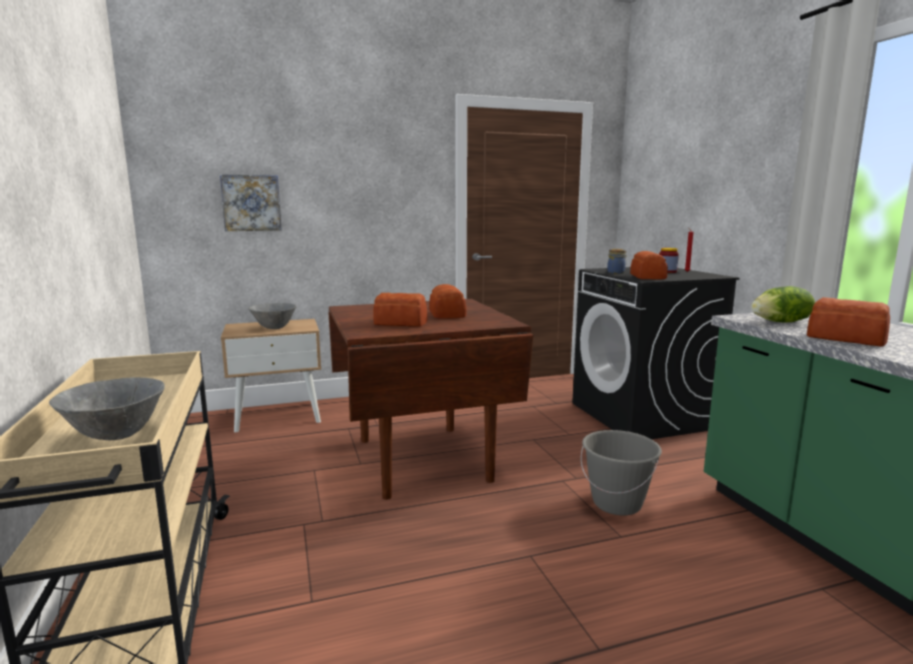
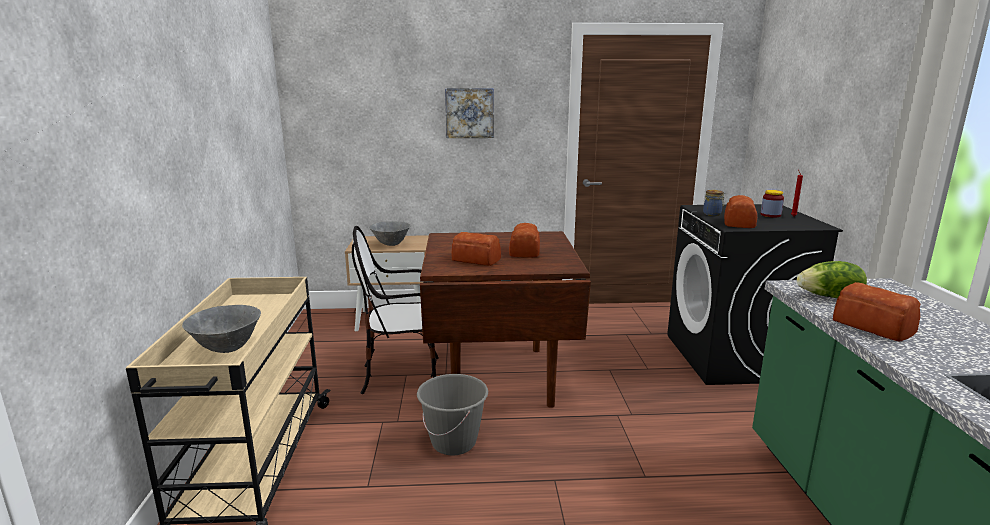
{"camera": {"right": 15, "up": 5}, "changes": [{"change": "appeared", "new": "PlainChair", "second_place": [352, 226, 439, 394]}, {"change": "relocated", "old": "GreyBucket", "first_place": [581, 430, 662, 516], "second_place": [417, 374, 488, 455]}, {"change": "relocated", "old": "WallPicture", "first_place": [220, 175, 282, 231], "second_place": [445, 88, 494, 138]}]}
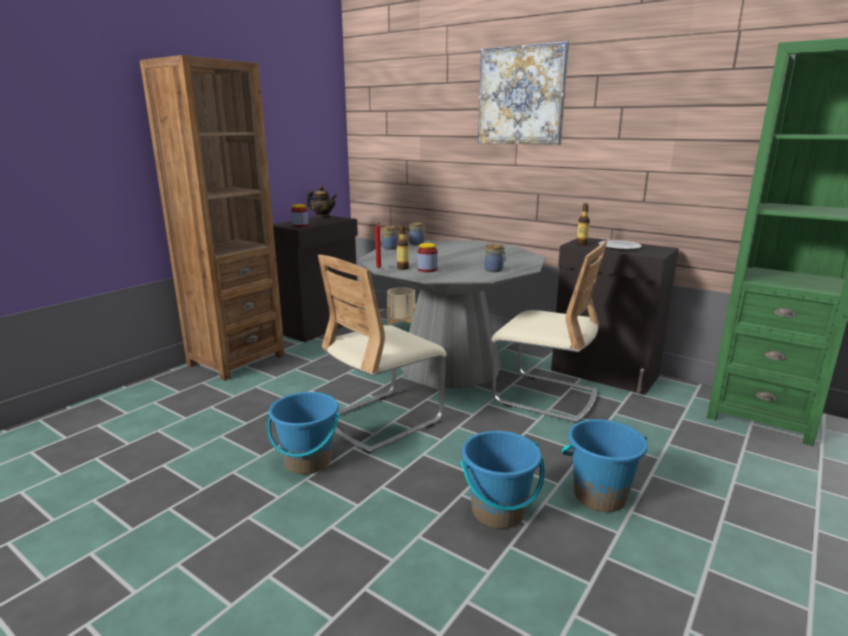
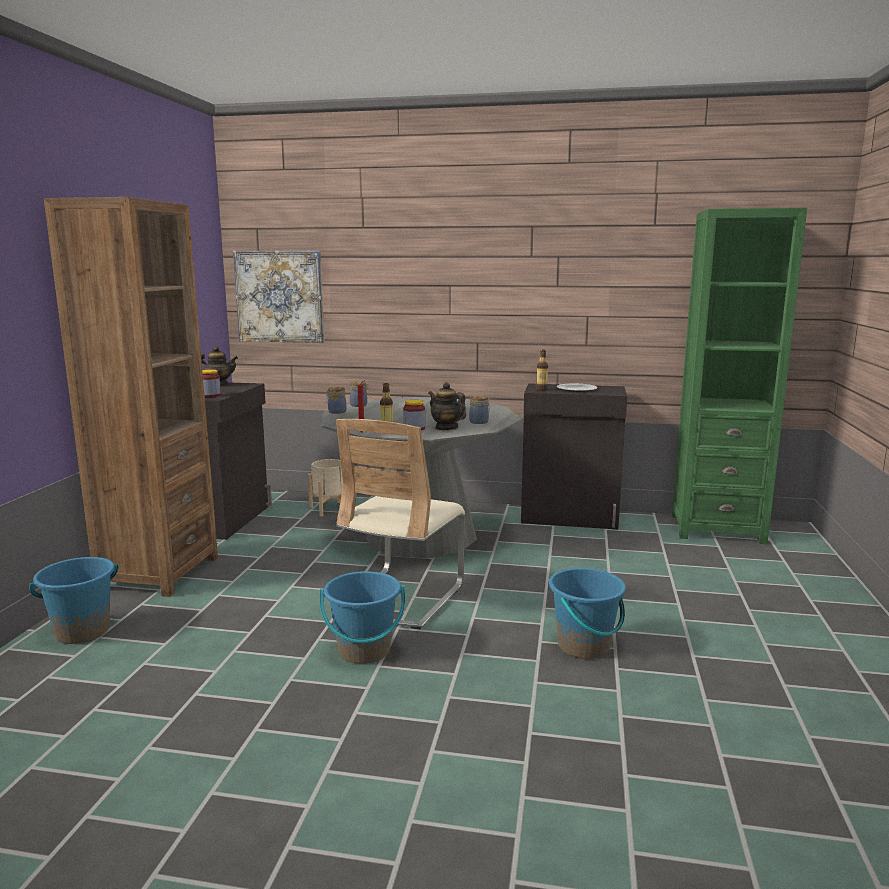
{"camera": {"right": -25, "up": -5}, "changes": [{"change": "relocated", "old": "BlueColouredBucket", "first_place": [562, 419, 648, 512], "second_place": [29, 557, 119, 644]}, {"change": "relocated", "old": "WallPicture", "first_place": [478, 41, 569, 145], "second_place": [233, 251, 324, 343]}, {"change": "appeared", "new": "Teapot", "second_place": [428, 382, 466, 430]}, {"change": "missing", "old": "BeigePlainChair", "first_place": [491, 241, 607, 423]}]}
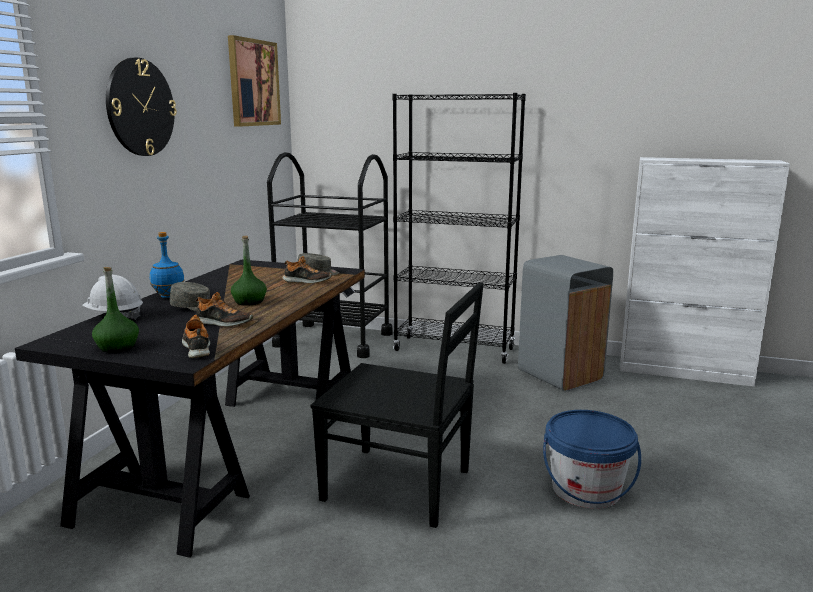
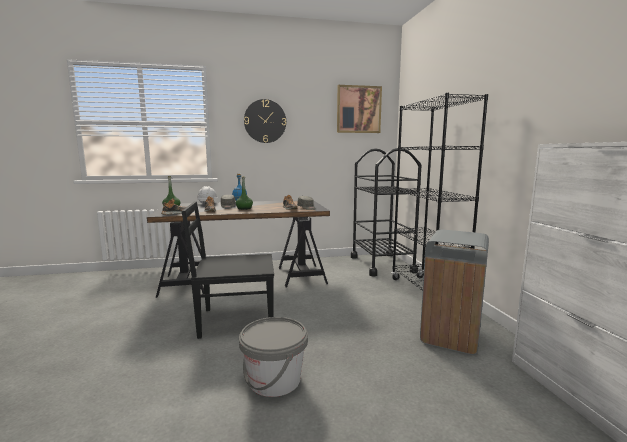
{"camera": {"right": 60, "up": -5}, "changes": [{"change": "spun", "old": "BlackColouredPlainChair", "first_place": [310, 282, 484, 528], "second_place": [181, 201, 274, 339], "degrees": 90}, {"change": "colour", "old": "BlueColouredBucket", "new": "GreyBucket", "first_place": [543, 410, 641, 509], "second_place": [239, 317, 308, 397]}]}
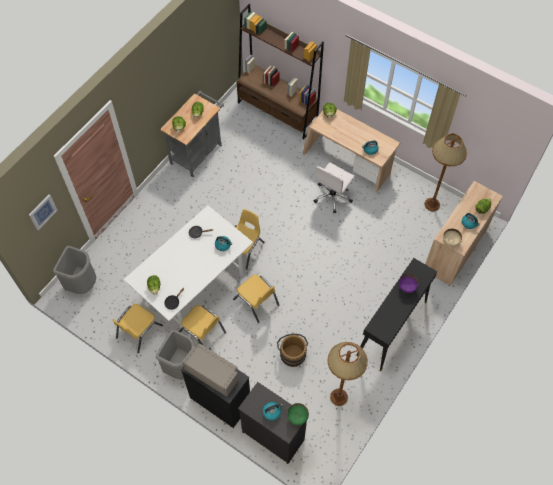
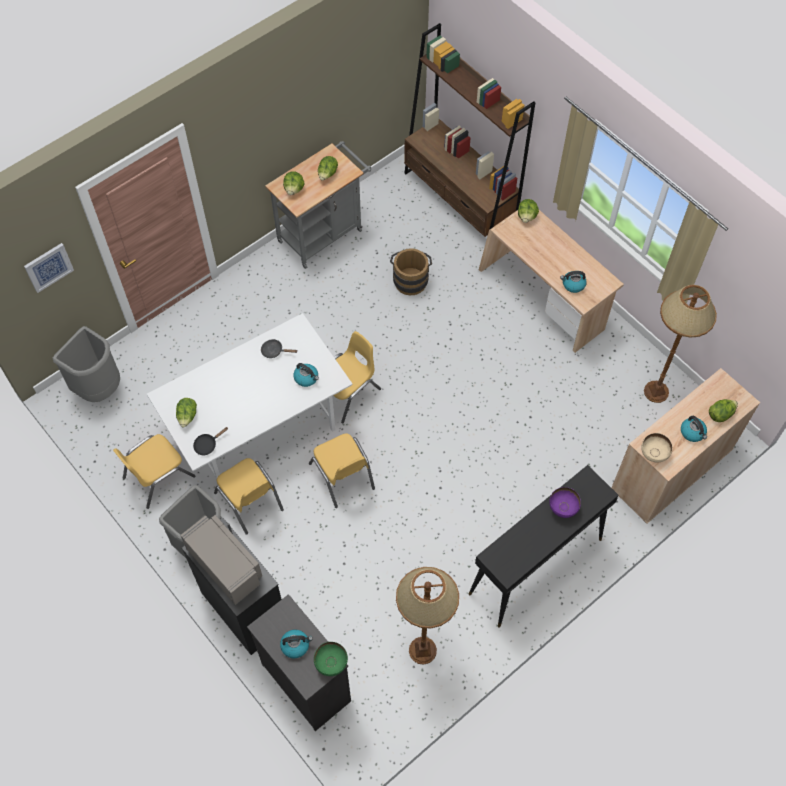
{"camera": {"right": 15, "up": 0}, "changes": [{"change": "relocated", "old": "BrownishBucket", "first_place": [277, 334, 308, 367], "second_place": [390, 248, 432, 295]}, {"change": "missing", "old": "WhiteComputerChair", "first_place": [314, 162, 355, 213]}]}
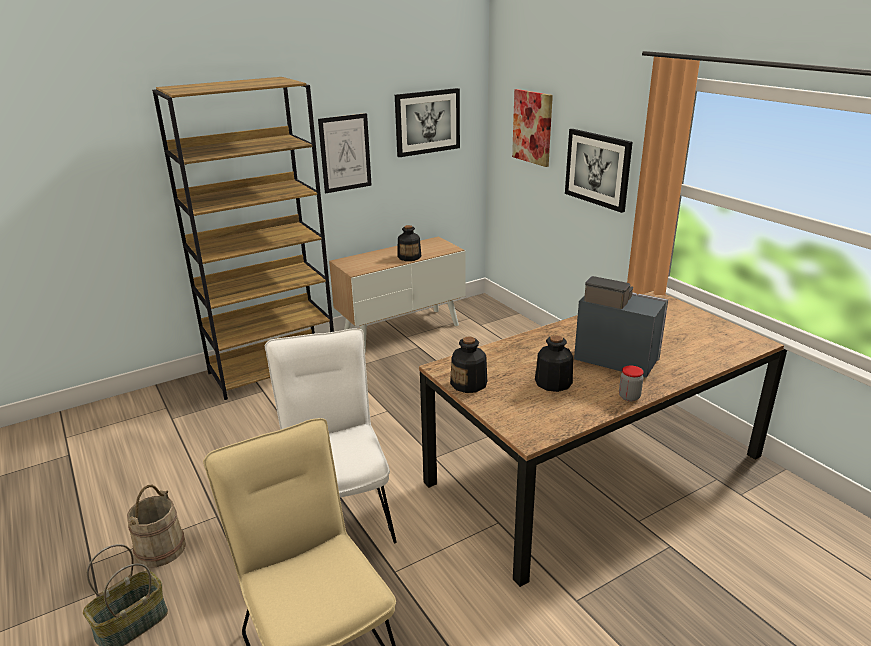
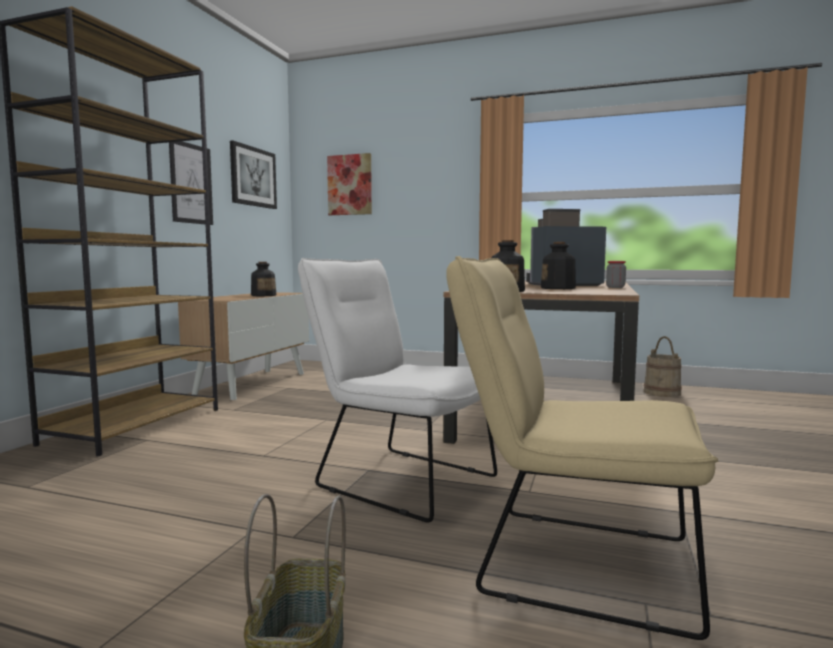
{"camera": {"right": -40, "up": -20}, "changes": [{"change": "relocated", "old": "BeigeBucket", "first_place": [127, 485, 186, 567], "second_place": [644, 336, 682, 397]}, {"change": "missing", "old": "WallPicture", "first_place": [565, 129, 633, 213]}]}
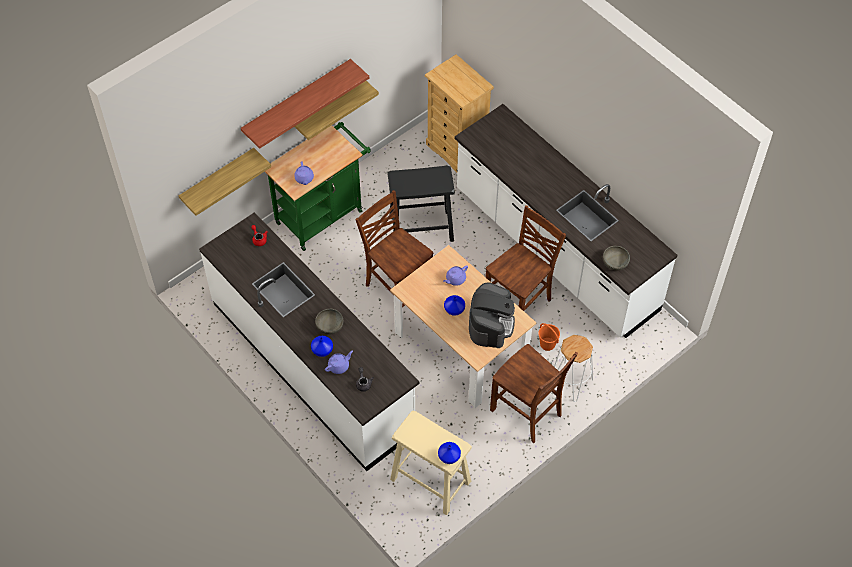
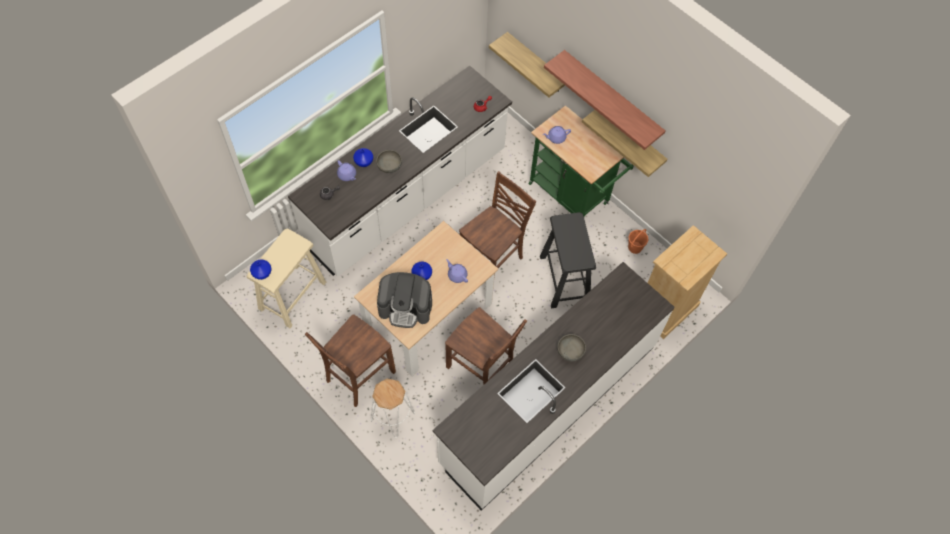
{"camera": {"right": 85, "up": 5}, "changes": [{"change": "relocated", "old": "GreyBowl", "first_place": [603, 246, 630, 270], "second_place": [557, 334, 586, 361]}, {"change": "relocated", "old": "OrangeyBucket", "first_place": [538, 323, 560, 351], "second_place": [628, 229, 648, 254]}]}
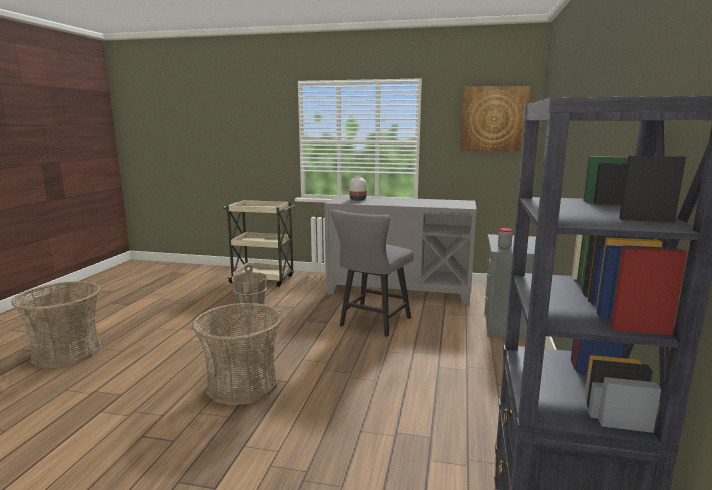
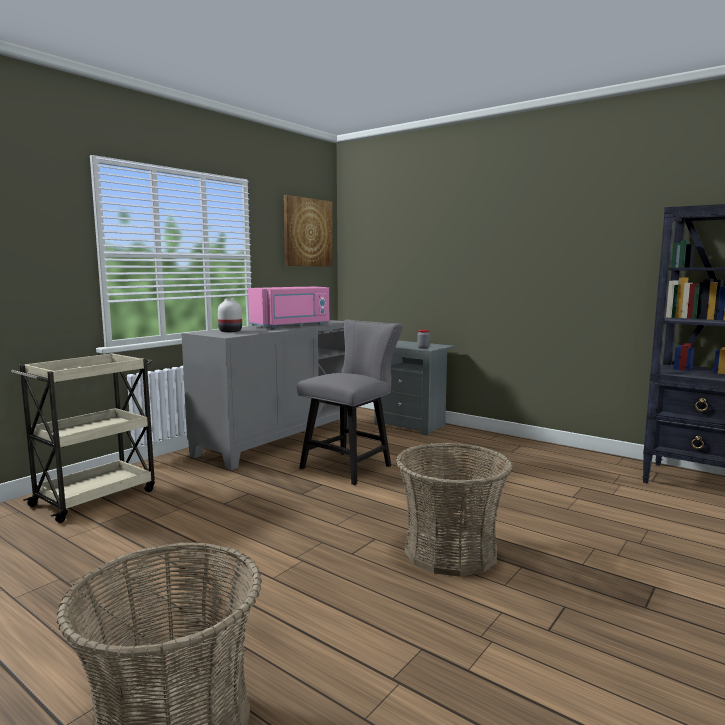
{"camera": {"right": -65, "up": -5}, "changes": [{"change": "appeared", "new": "PinkColouredMicrowaveOven", "second_place": [248, 286, 330, 328]}, {"change": "spun", "old": "GreyPlainChair", "first_place": [330, 210, 414, 337], "second_place": [297, 320, 403, 485], "degrees": -105}, {"change": "missing", "old": "BrownishBucket", "first_place": [232, 265, 267, 316]}]}
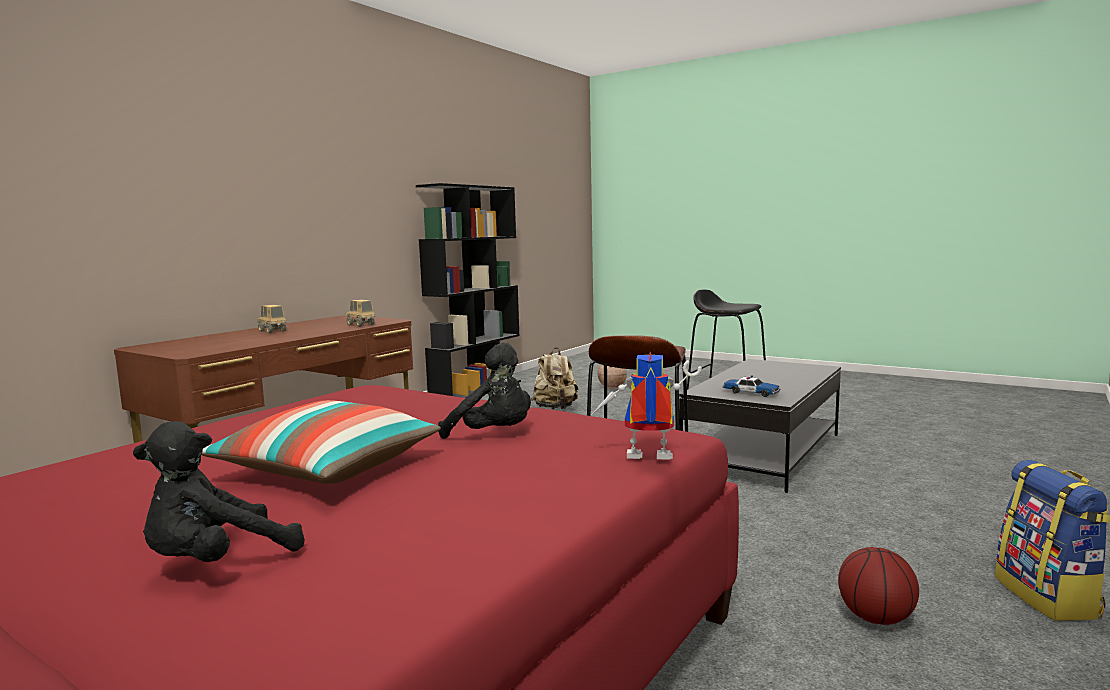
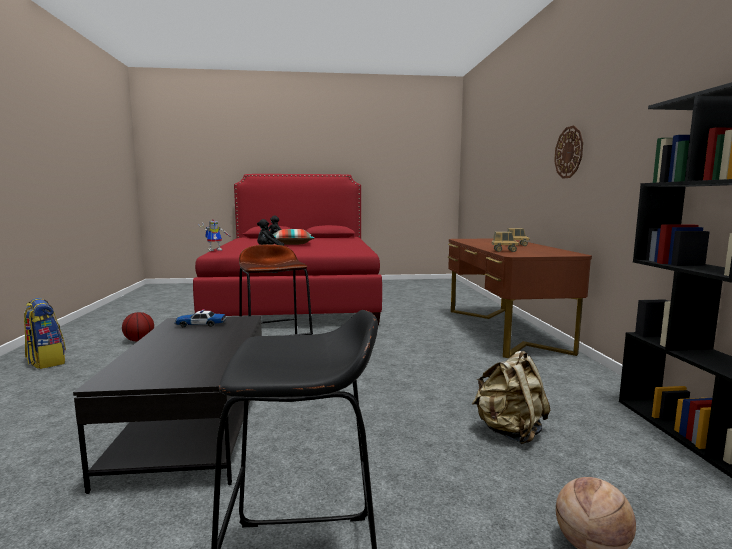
{"camera": {"right": 140, "up": 0}, "changes": [{"change": "appeared", "new": "ClockOnTheWall", "second_place": [554, 125, 583, 179]}]}
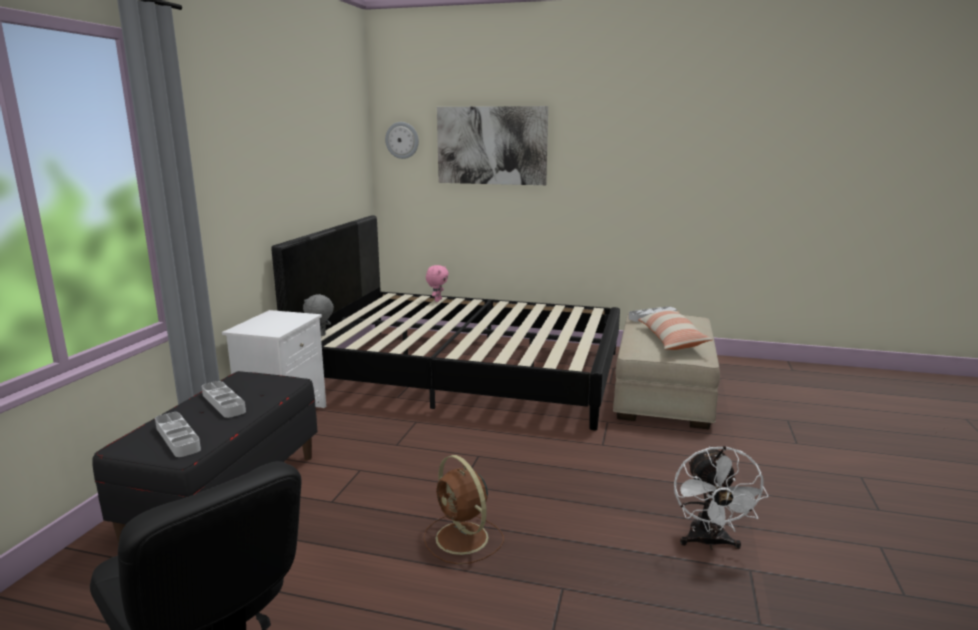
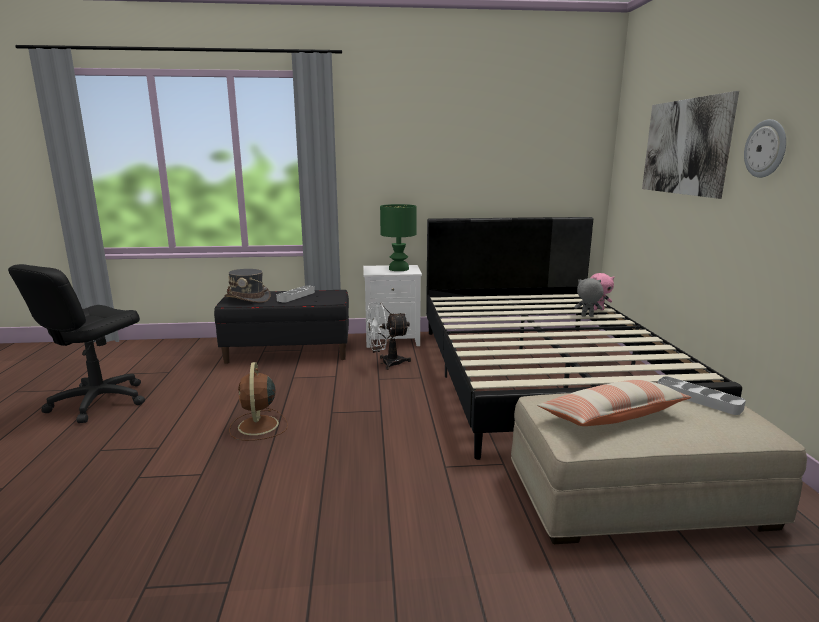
{"camera": {"right": 70, "up": 0}, "changes": [{"change": "exchanged", "old": "GreyServingTray", "new": "GreyClothingHat", "first_place": [155, 412, 201, 457], "second_place": [224, 269, 271, 303]}, {"change": "spun", "old": "BrownishFan", "first_place": [423, 455, 504, 564], "second_place": [229, 362, 288, 441], "degrees": -45}, {"change": "relocated", "old": "WhiteFan", "first_place": [674, 446, 768, 550], "second_place": [366, 302, 411, 370]}, {"change": "appeared", "new": "GreenTableLamp", "second_place": [380, 204, 416, 271]}, {"change": "relocated", "old": "GreyPlushToy", "first_place": [303, 294, 334, 336], "second_place": [574, 278, 603, 317]}, {"change": "relocated", "old": "ClockOnTheWall", "first_place": [385, 122, 419, 159], "second_place": [744, 119, 786, 178]}]}
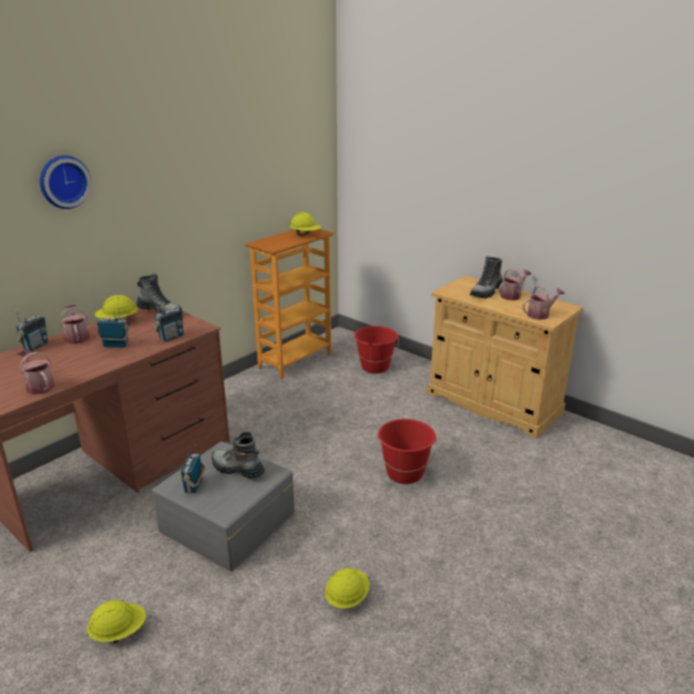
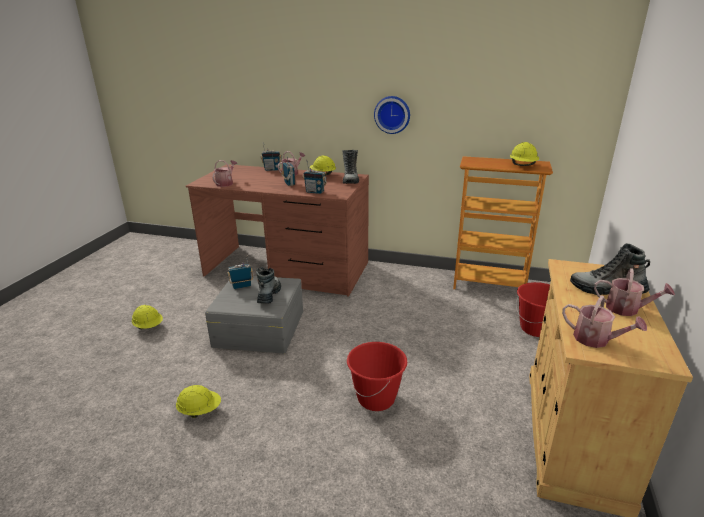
{"camera": {"right": 65, "up": 0}, "changes": [{"change": "relocated", "old": "ClockOnTheWall", "first_place": [40, 155, 91, 209], "second_place": [374, 96, 410, 134]}]}
